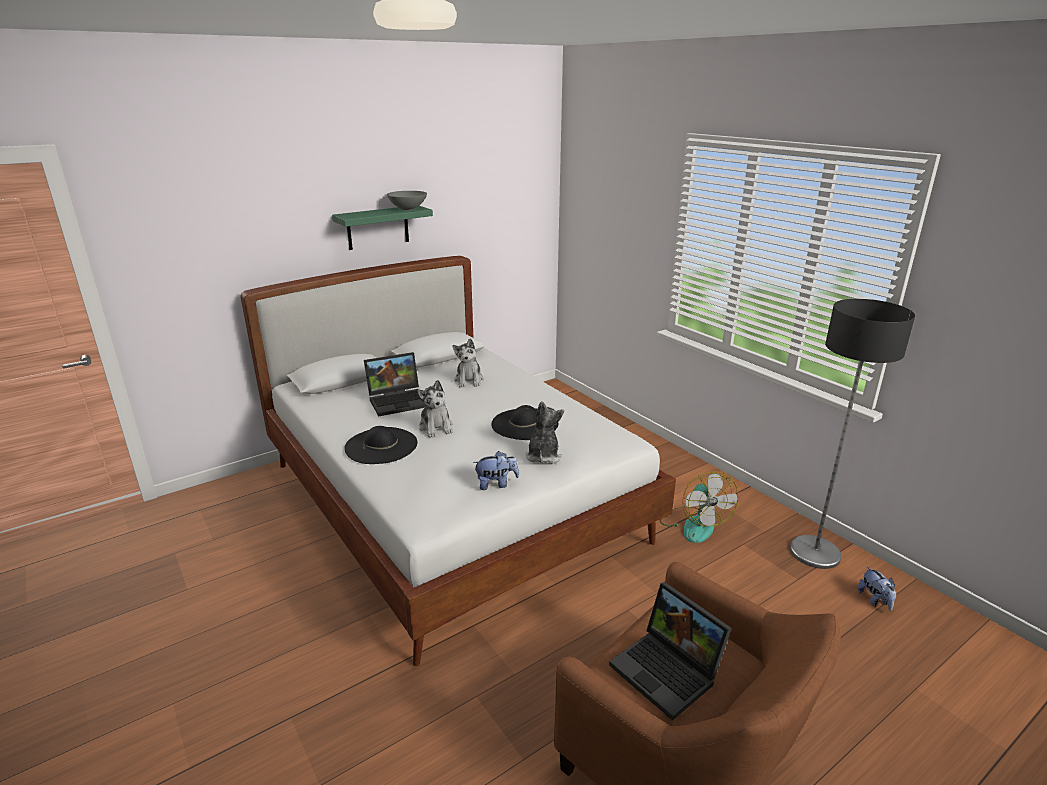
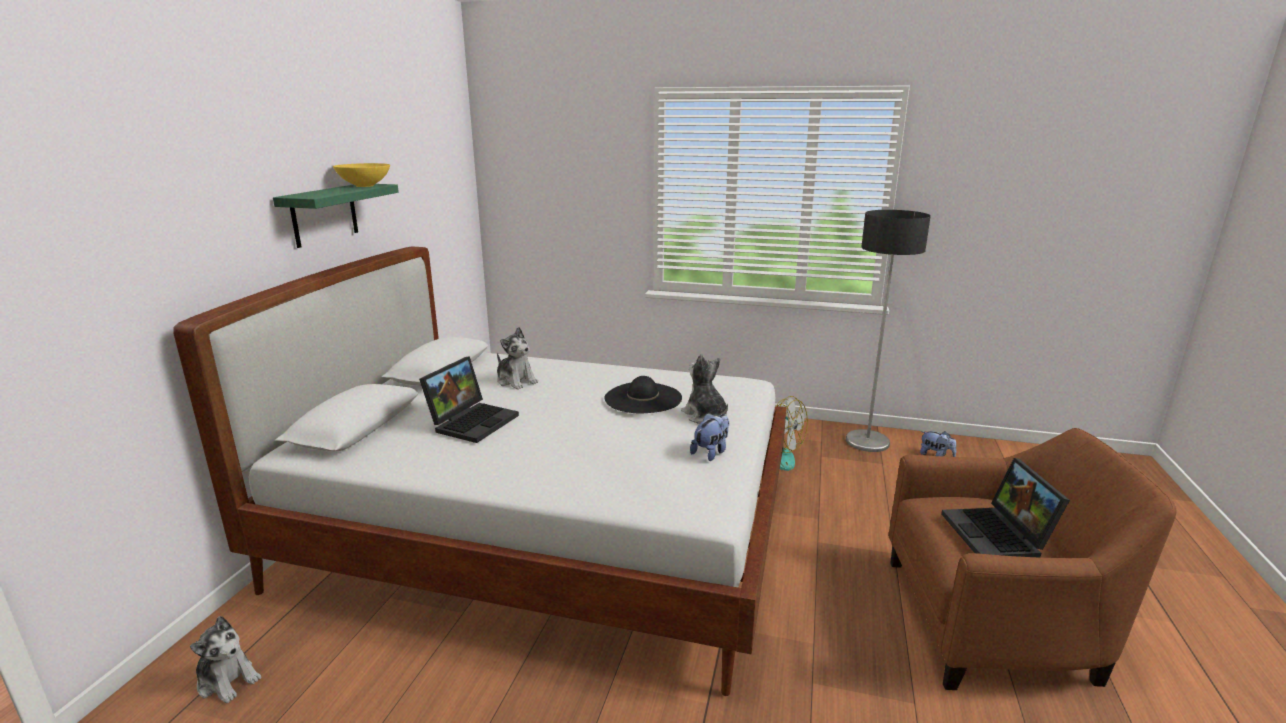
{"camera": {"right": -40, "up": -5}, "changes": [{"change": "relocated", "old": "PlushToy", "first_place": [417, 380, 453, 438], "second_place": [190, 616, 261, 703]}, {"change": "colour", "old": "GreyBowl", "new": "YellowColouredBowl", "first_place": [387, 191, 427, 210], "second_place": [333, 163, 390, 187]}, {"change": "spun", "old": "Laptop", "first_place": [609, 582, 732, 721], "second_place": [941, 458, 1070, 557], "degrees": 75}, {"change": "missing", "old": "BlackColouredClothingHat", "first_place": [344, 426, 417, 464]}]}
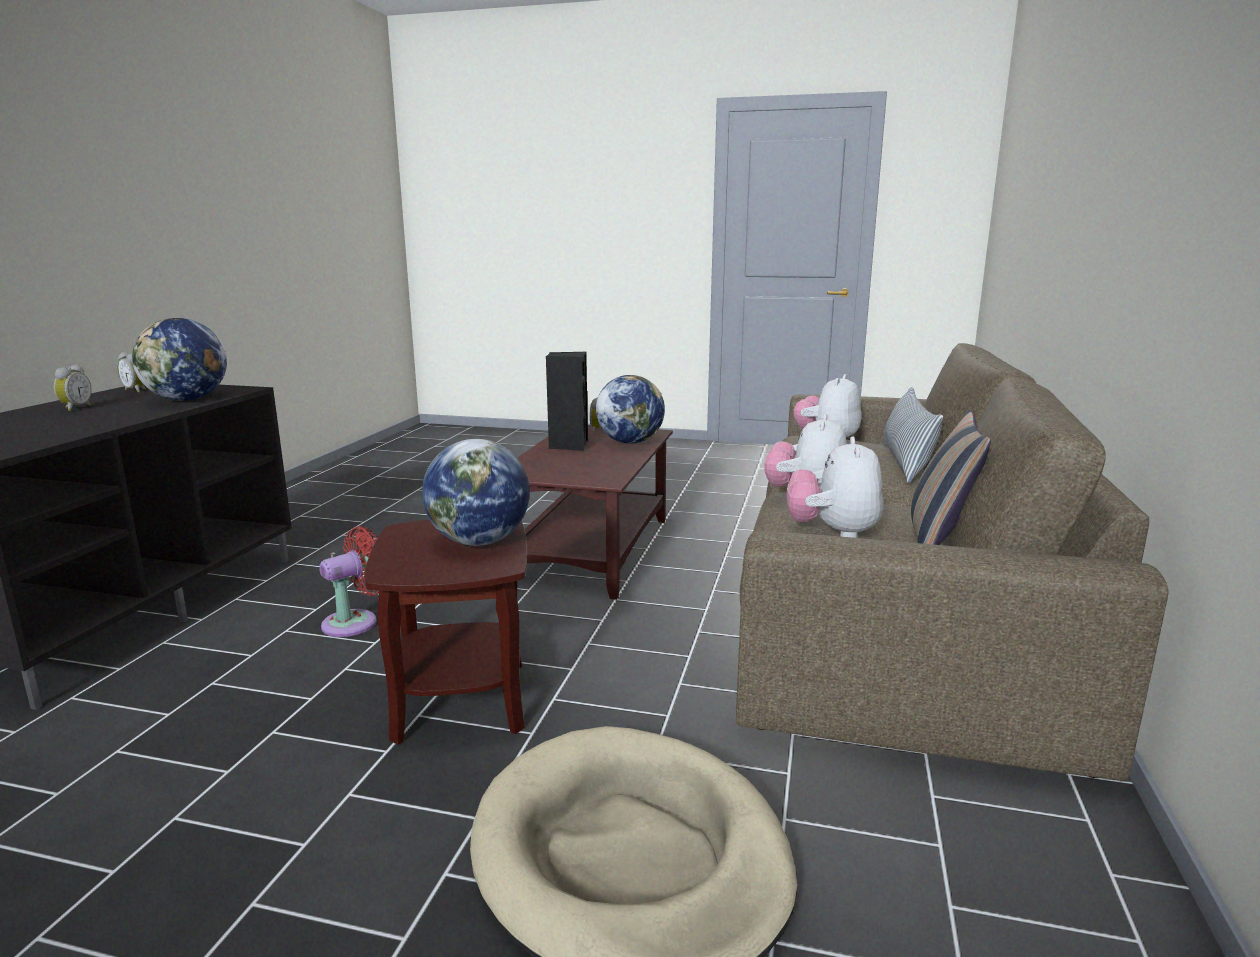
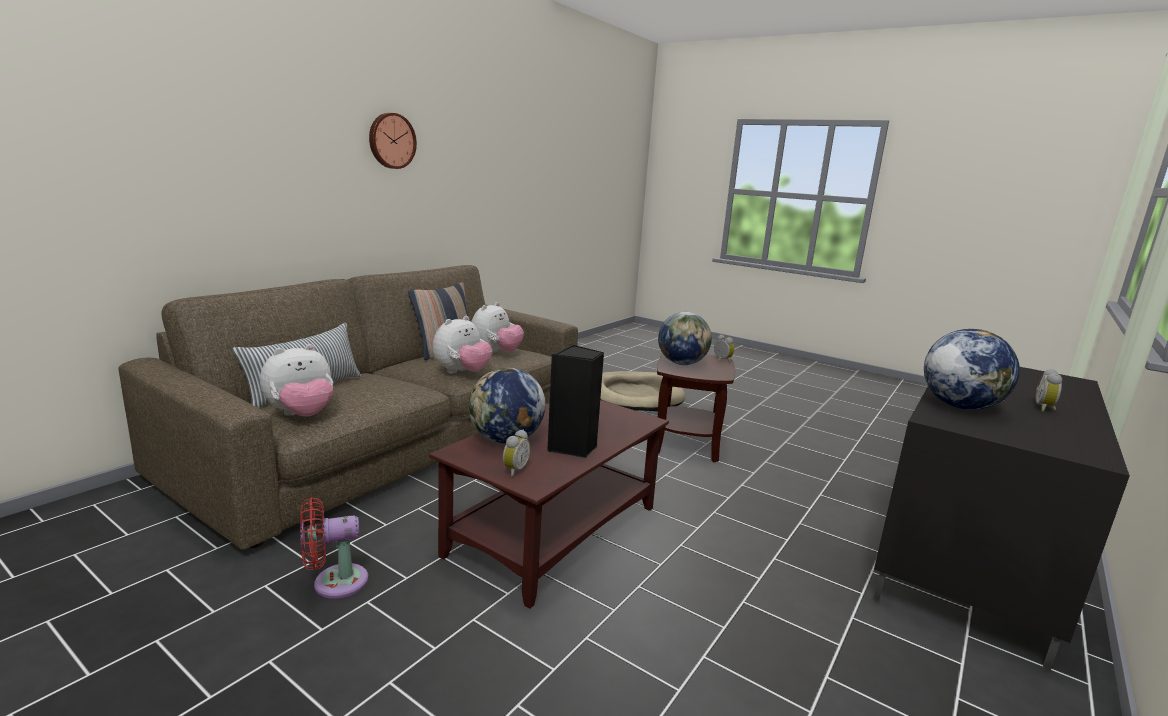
{"camera": {"right": -160, "up": 0}, "changes": [{"change": "relocated", "old": "RedColouredFan", "first_place": [319, 526, 379, 637], "second_place": [300, 497, 368, 599]}, {"change": "appeared", "new": "ClockOnTheWall", "second_place": [369, 113, 417, 169]}, {"change": "relocated", "old": "TableClock", "first_place": [117, 352, 146, 393], "second_place": [714, 334, 734, 362]}]}
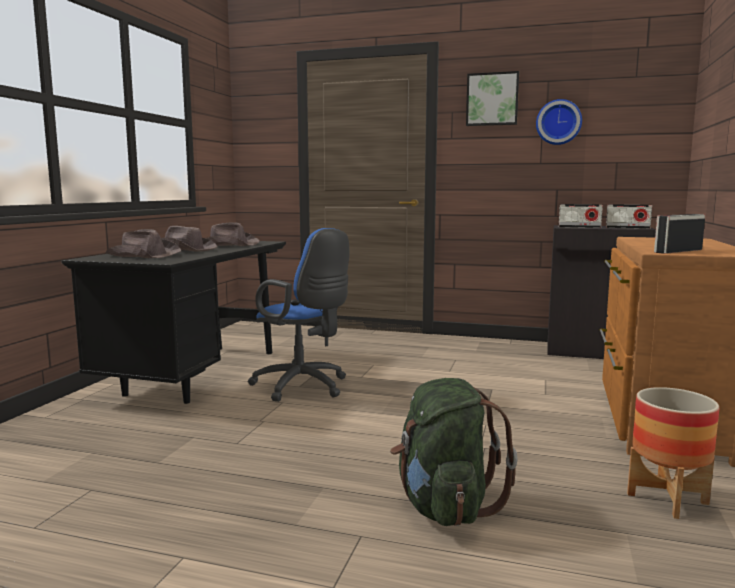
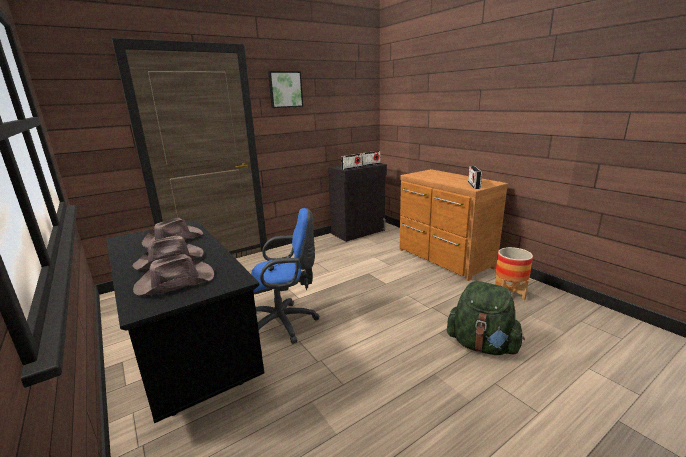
{"camera": {"right": -50, "up": 10}, "changes": [{"change": "missing", "old": "ClockOnTheWall", "first_place": [536, 99, 582, 145]}]}
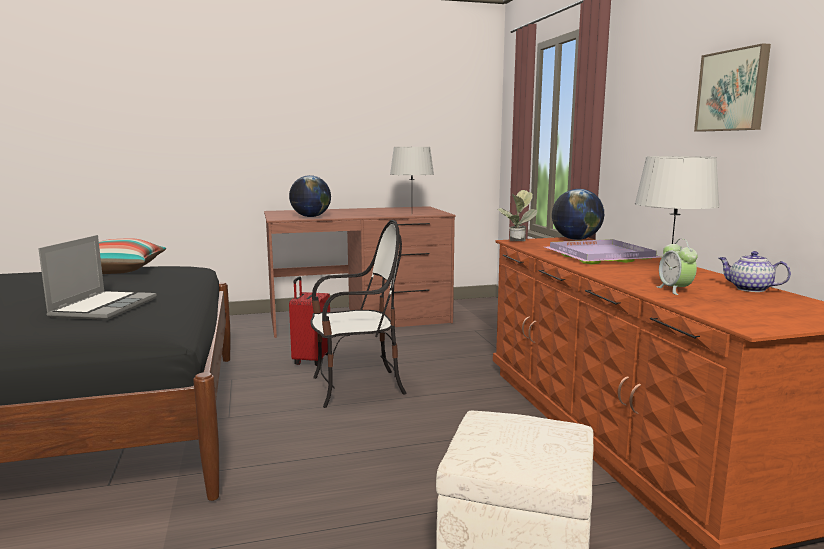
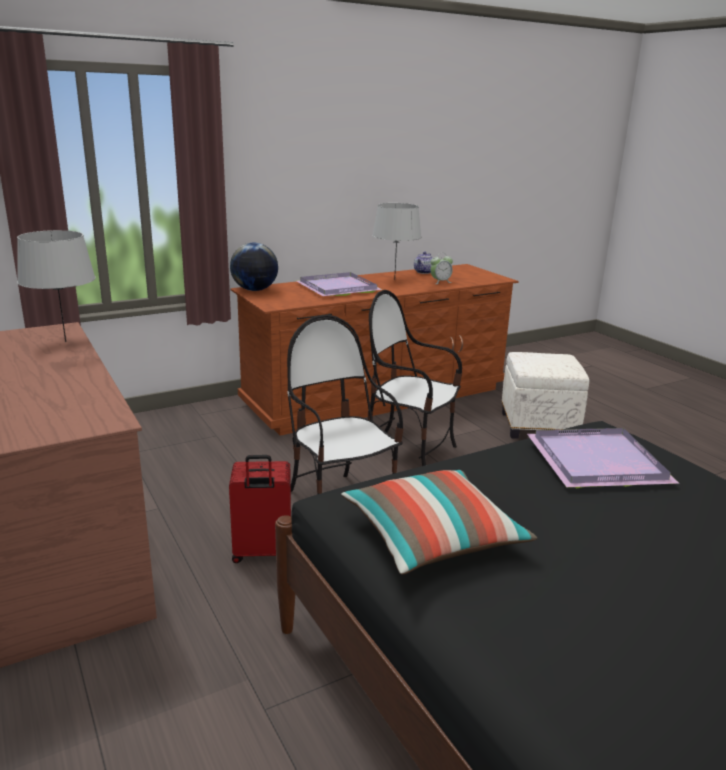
{"camera": {"right": -105, "up": 10}, "changes": [{"change": "appeared", "new": "PlainChair", "second_place": [368, 290, 462, 466]}, {"change": "exchanged", "old": "Laptop", "new": "PurpleServingTray", "first_place": [38, 235, 157, 320], "second_place": [527, 428, 679, 489]}, {"change": "missing", "old": "WorldGlobe", "first_place": [289, 175, 331, 217]}, {"change": "missing", "old": "PottedPlant", "first_place": [498, 190, 537, 241]}, {"change": "missing", "old": "WallPicture", "first_place": [694, 43, 771, 132]}]}
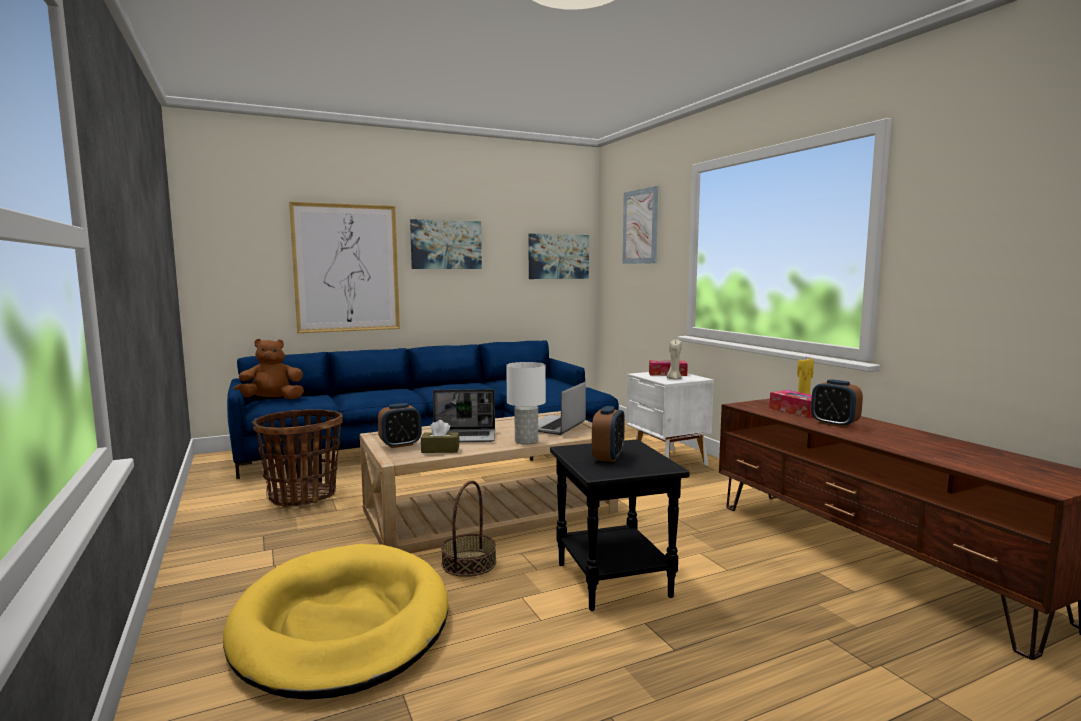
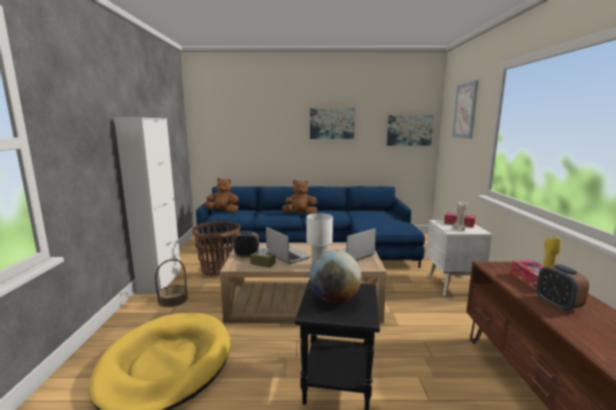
{"camera": {"right": 25, "up": 5}, "changes": [{"change": "appeared", "new": "WhiteStorageCabinet", "second_place": [114, 118, 181, 294]}, {"change": "relocated", "old": "StorageBasket", "first_place": [441, 481, 496, 577], "second_place": [155, 259, 188, 307]}, {"change": "spun", "old": "Laptop", "first_place": [433, 389, 495, 443], "second_place": [266, 227, 311, 264], "degrees": -150}, {"change": "appeared", "new": "BrownishPlushToy", "second_place": [282, 180, 317, 214]}, {"change": "exchanged", "old": "TableClock", "new": "WorldGlobe", "first_place": [592, 406, 625, 462], "second_place": [310, 250, 362, 303]}, {"change": "missing", "old": "WallPicture", "first_place": [289, 202, 400, 333]}]}
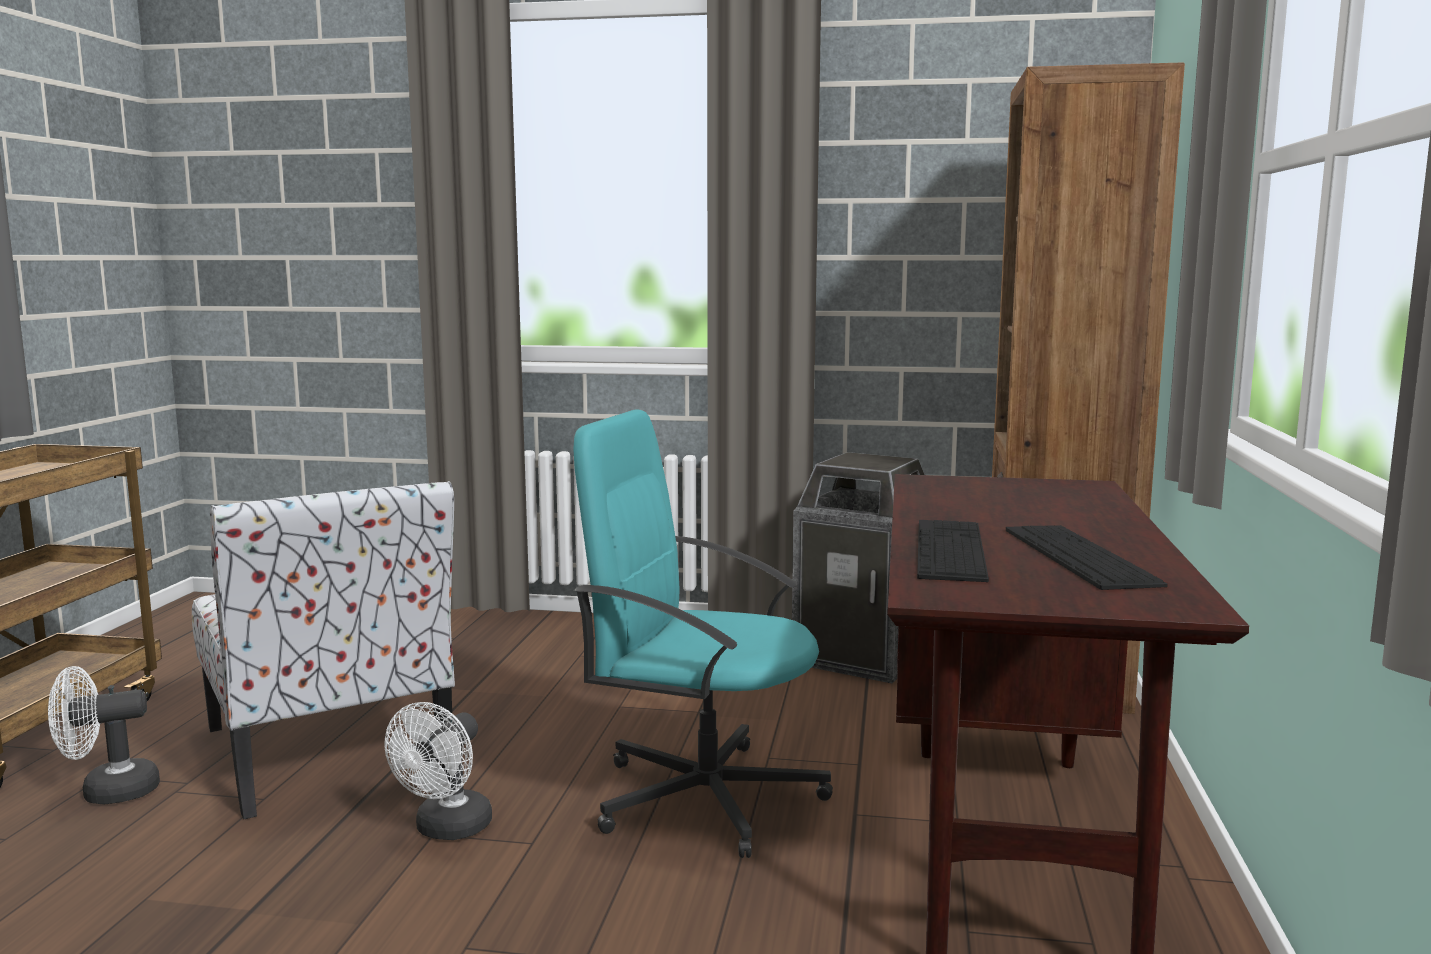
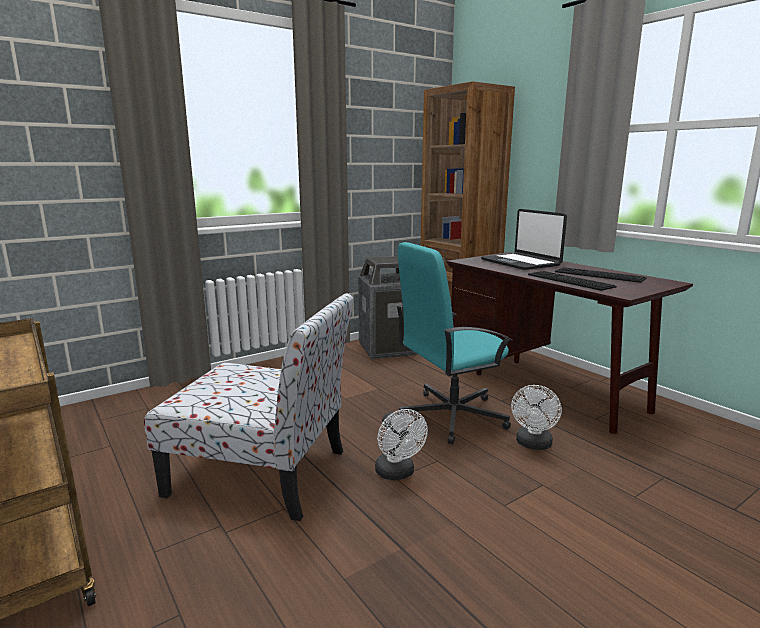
{"camera": {"right": -45, "up": 5}, "changes": [{"change": "appeared", "new": "Laptop", "second_place": [481, 209, 567, 270]}, {"change": "relocated", "old": "WhiteFan", "first_place": [48, 666, 160, 804], "second_place": [511, 385, 562, 450]}]}
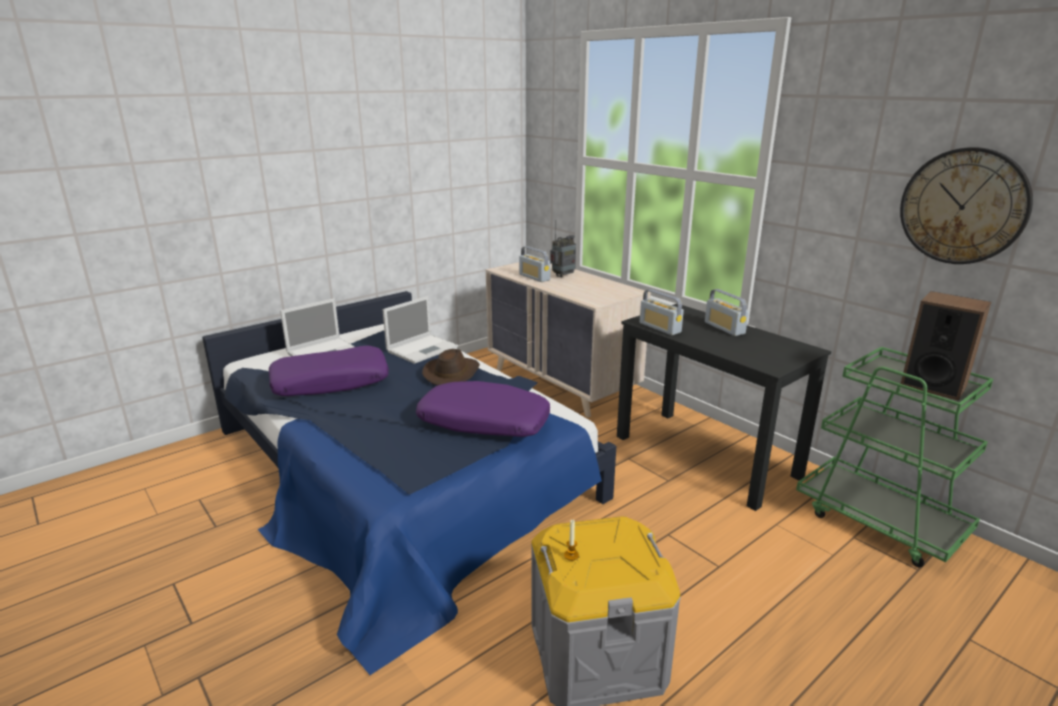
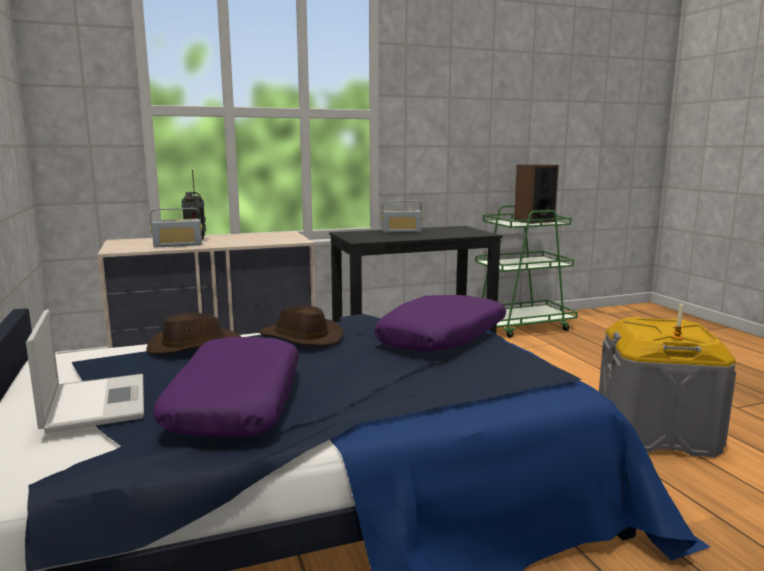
{"camera": {"right": -70, "up": -10}, "changes": [{"change": "exchanged", "old": "Laptop", "new": "BrownishClothingHat", "first_place": [382, 296, 458, 364], "second_place": [146, 313, 241, 354]}, {"change": "missing", "old": "RadioSet", "first_place": [640, 289, 684, 335]}, {"change": "missing", "old": "ClockOnTheWall", "first_place": [900, 147, 1033, 264]}]}
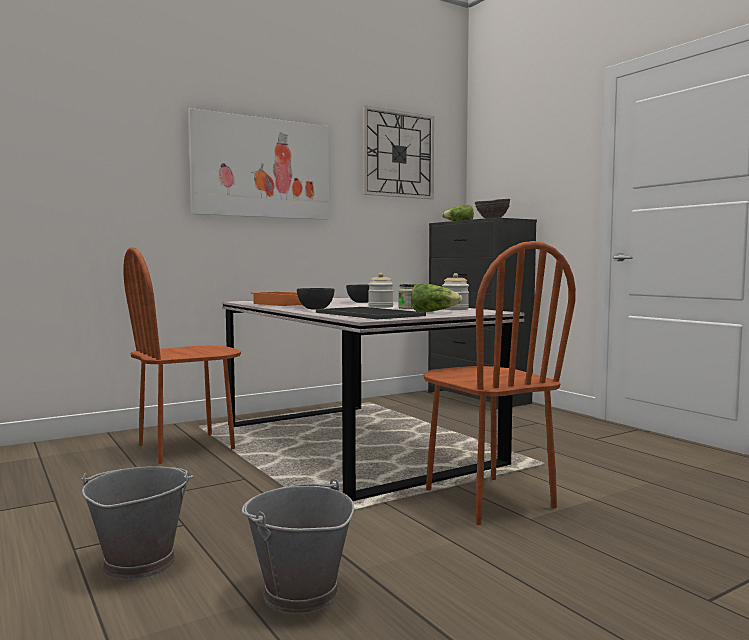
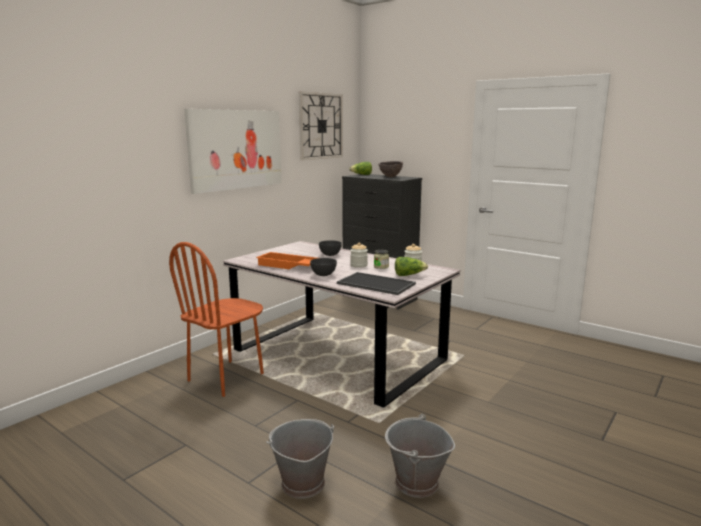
{"camera": {"right": -20, "up": 10}, "changes": [{"change": "missing", "old": "BrownishPlainChair", "first_place": [423, 241, 576, 525]}]}
